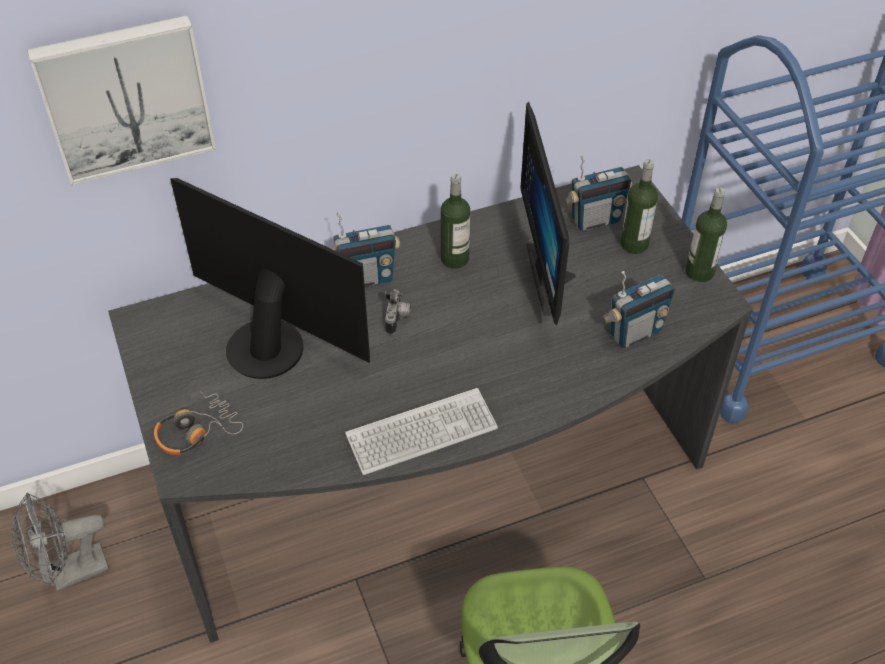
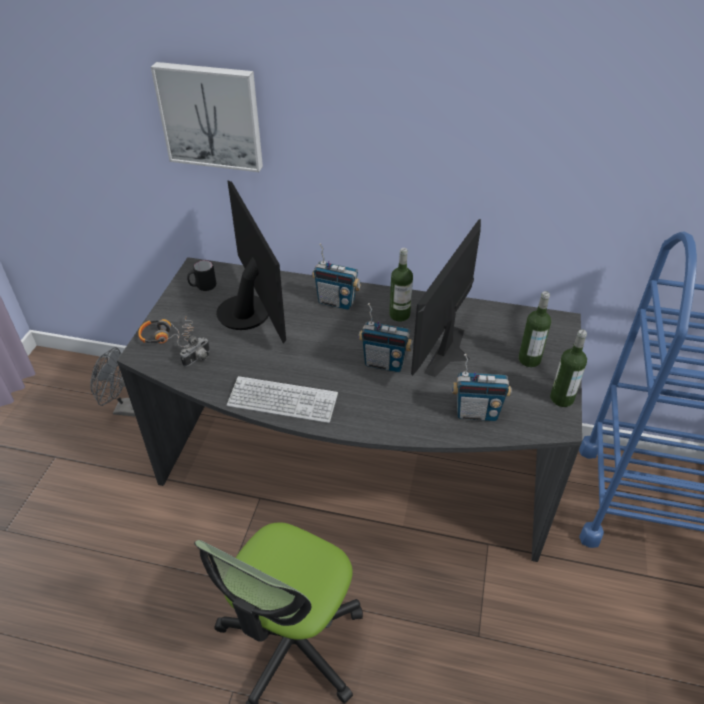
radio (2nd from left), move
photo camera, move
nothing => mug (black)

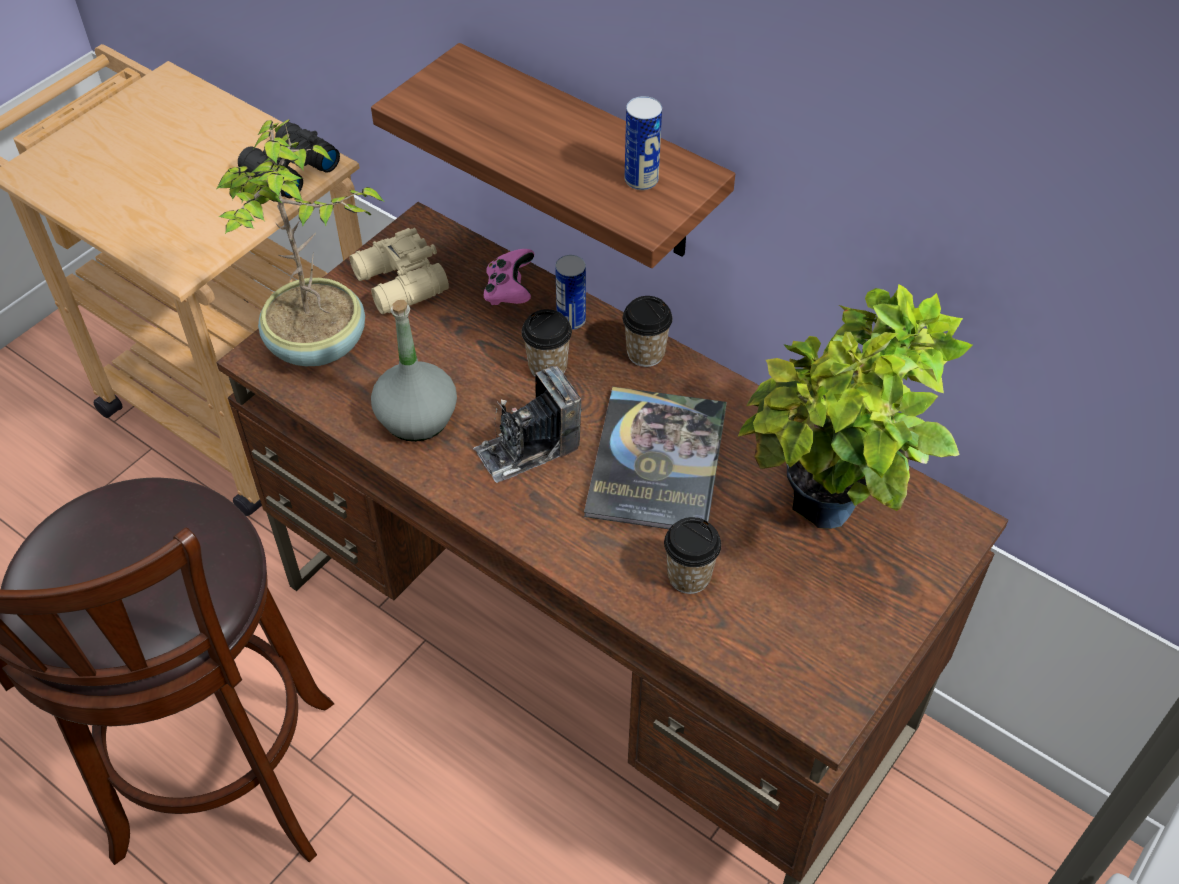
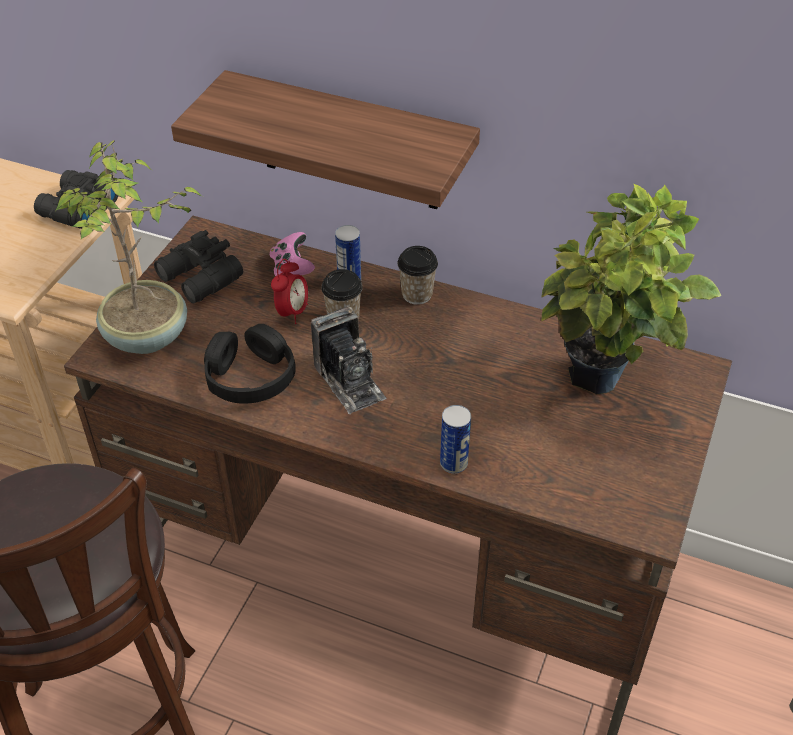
can (2nd from left), move
binoculars (beige) => binoculars (black) (2nd from left)
bottle (grey) => headphones (black)
photo camera, 75 degrees counterclockwise
book => nothing
cup (3rd from left) => nothing
nothing => alarm clock

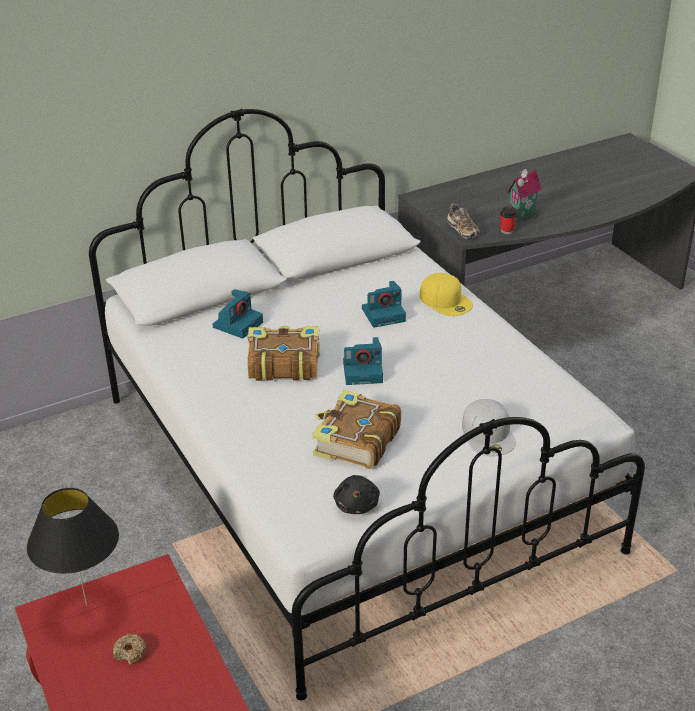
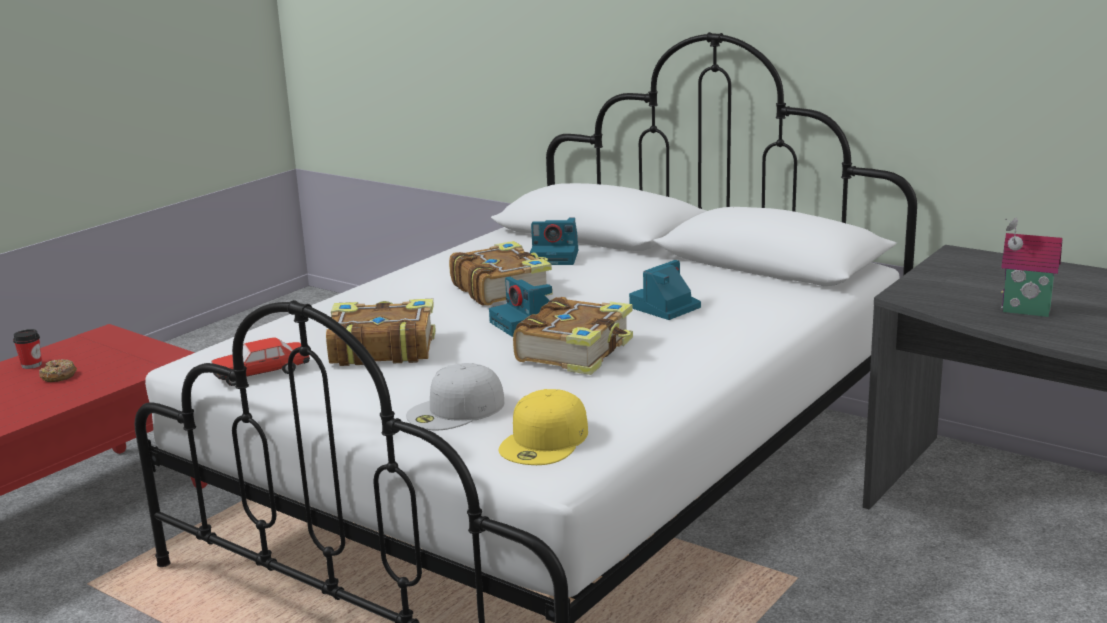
shoe => nothing
cup, move
cap (yellow), move
photo camera (3rd from left), 90 degrees clockwise
plush toy (black) => toy car
table lamp (black) => nothing
nothing => book (3rd from left)

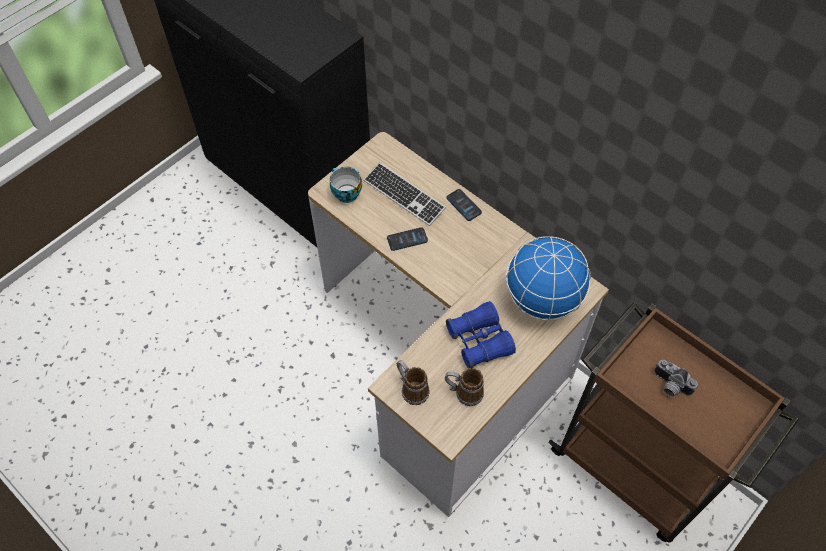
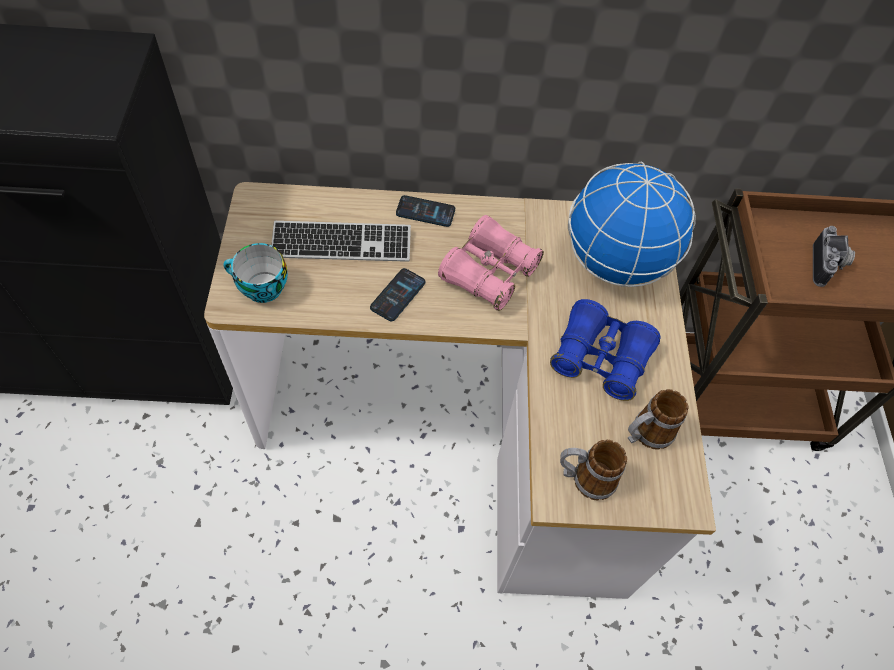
photo camera, 75 degrees counterclockwise
nothing => binoculars (pink)

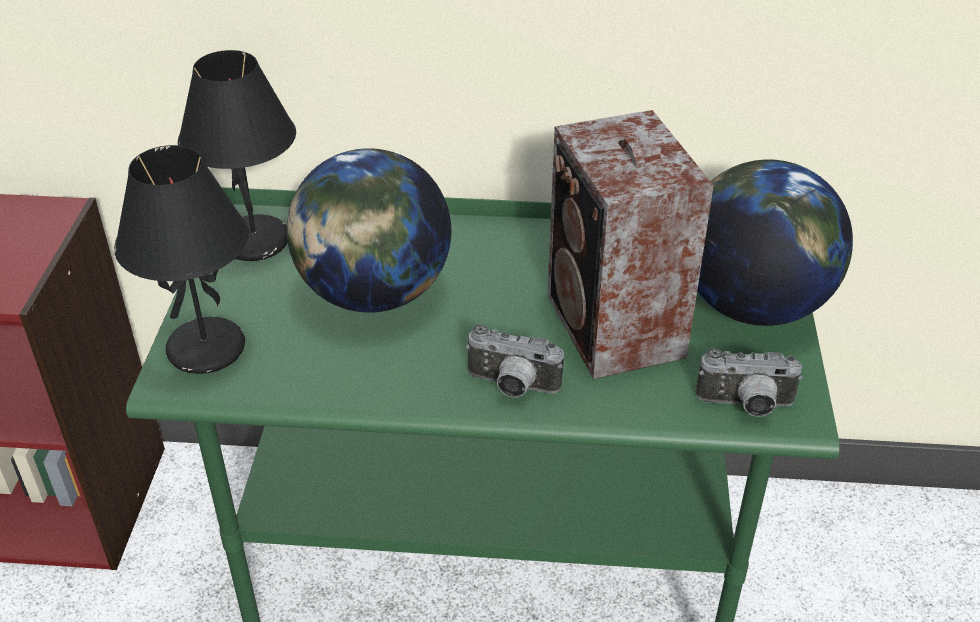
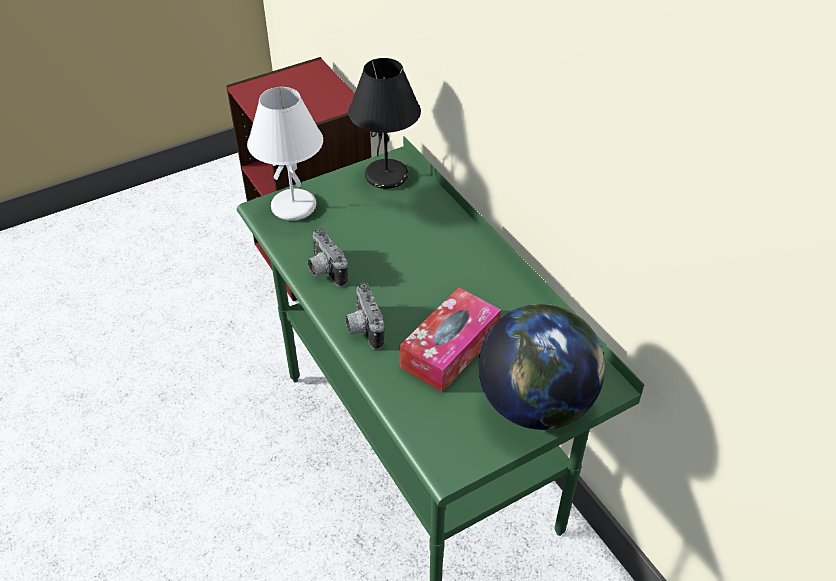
speaker => tissue box
table lamp (black) (1st from left) => table lamp (white)
globe (1st from left) => nothing
photo camera (2nd from left in the first image) => photo camera (1st from left), move

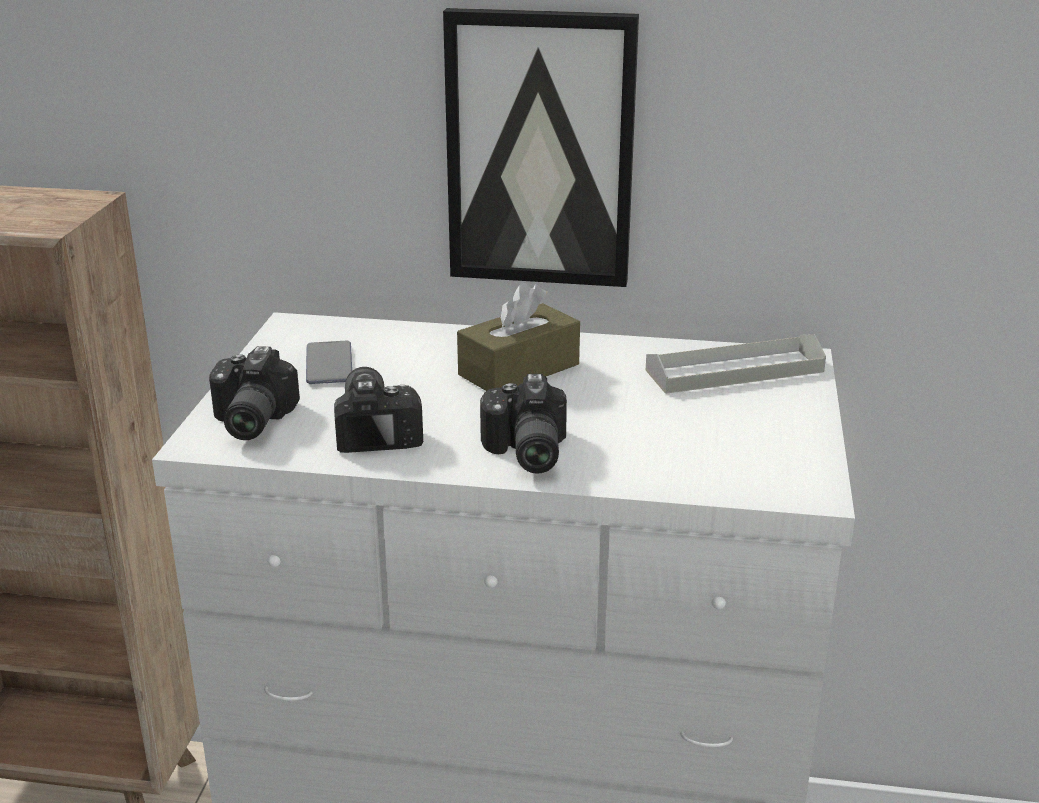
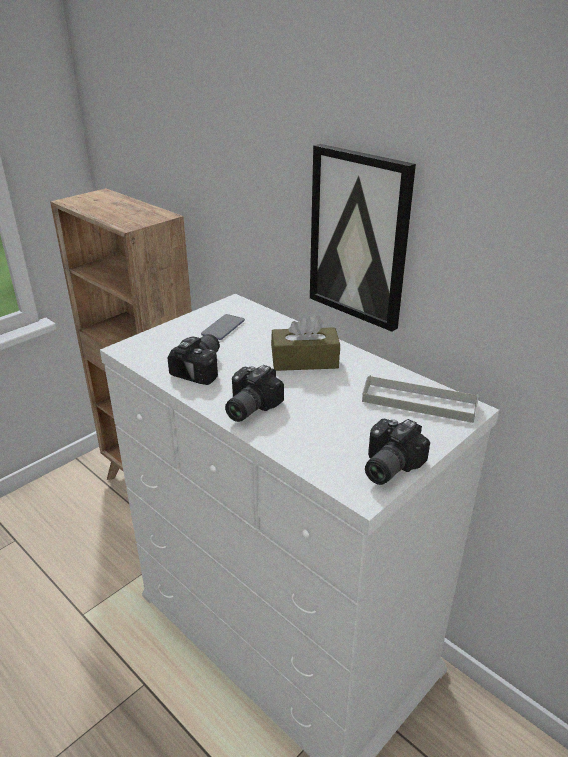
photo camera (1st from left in the first image) => photo camera (3rd from left), move

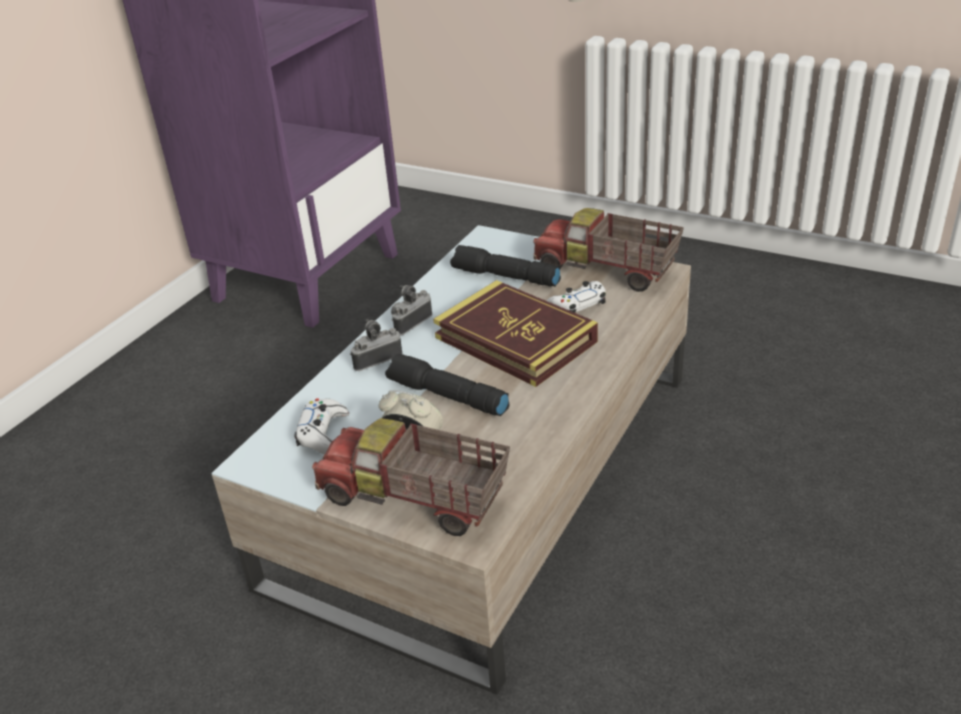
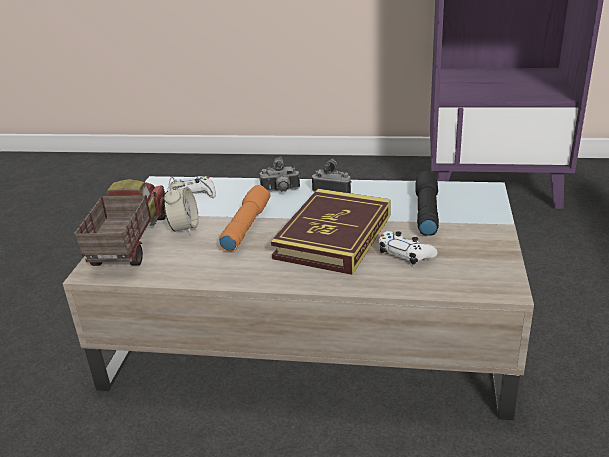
toy truck (2nd from left) => nothing
photo camera (1st from left), 135 degrees clockwise
flashlight (black) (1st from left) => flashlight (orange)

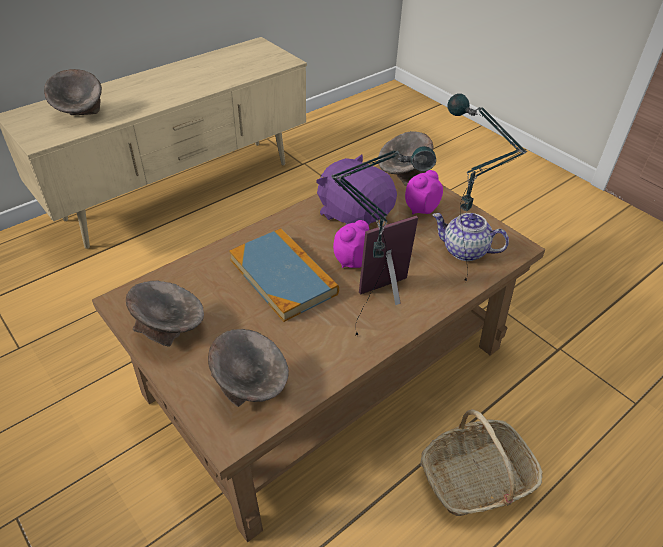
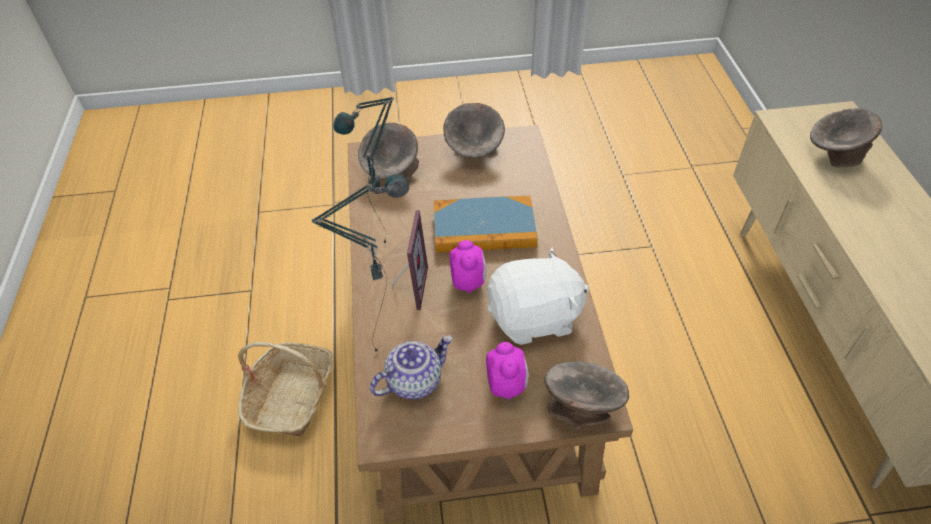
plush toy (purple) => plush toy (white)

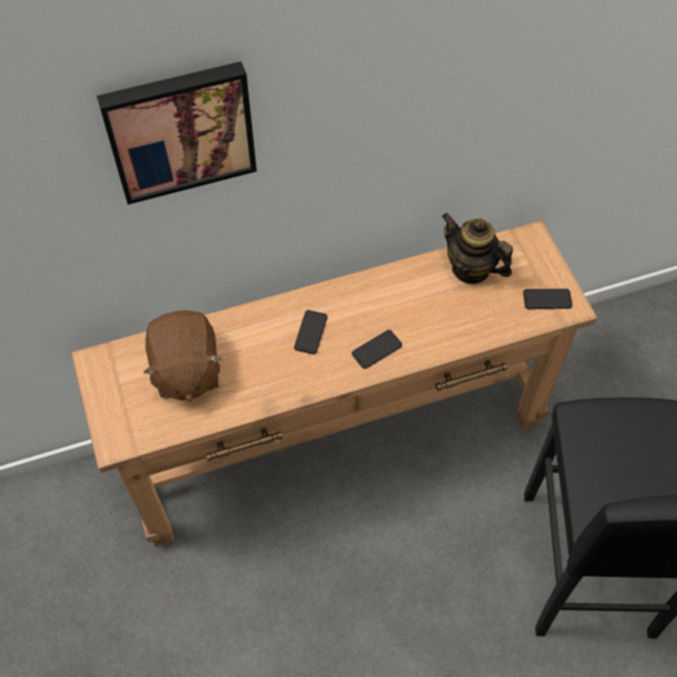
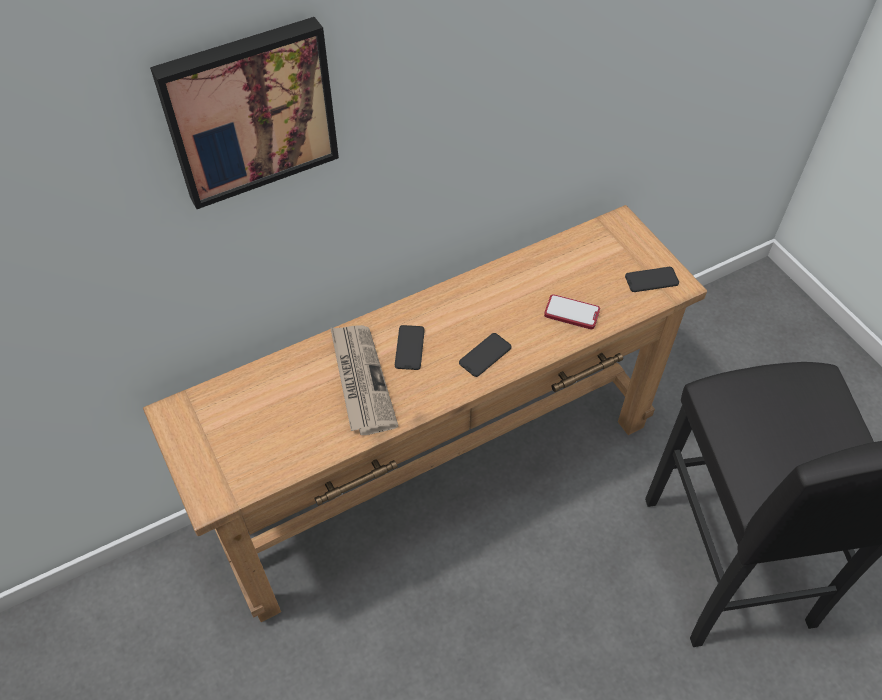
teapot => nothing
plush toy (brown) => nothing
nothing => phone (3rd from left)
nothing => newspaper

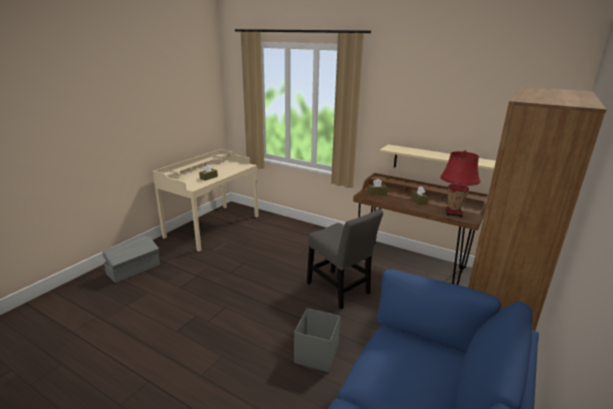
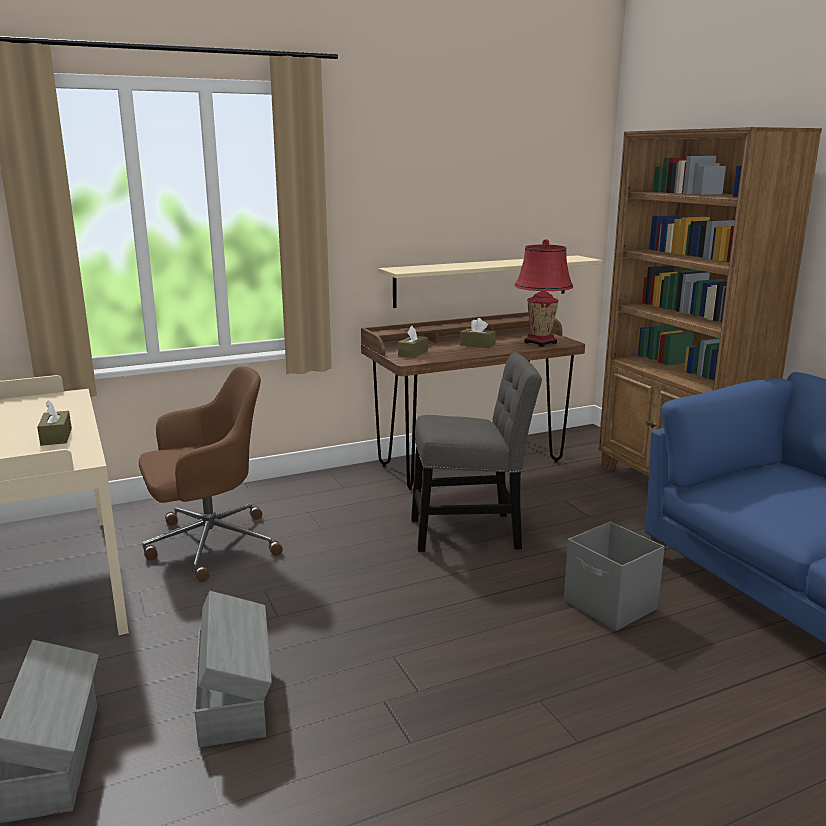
nothing => office chair (brown)
nothing => storage box (grey) (2nd from left)

